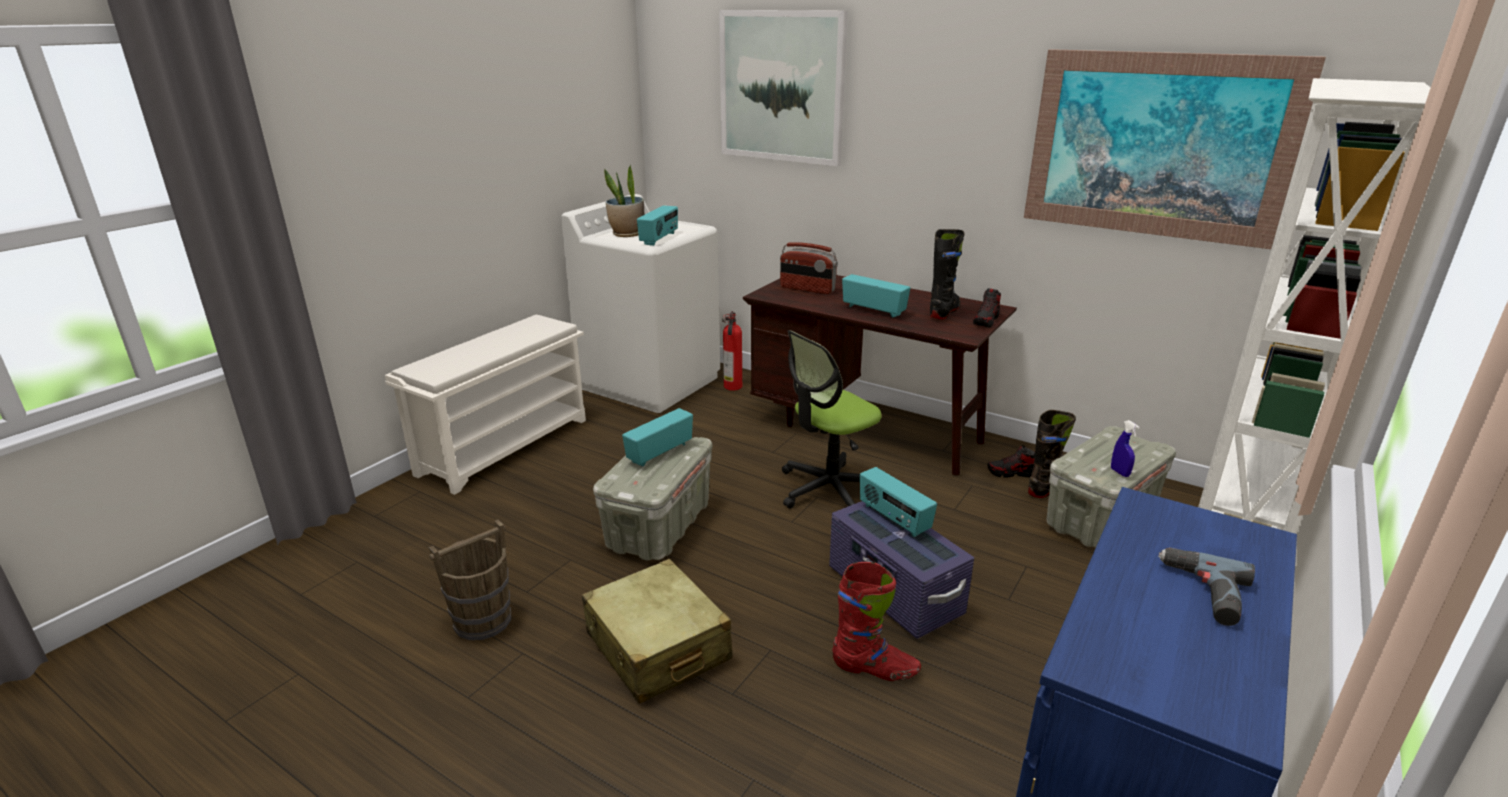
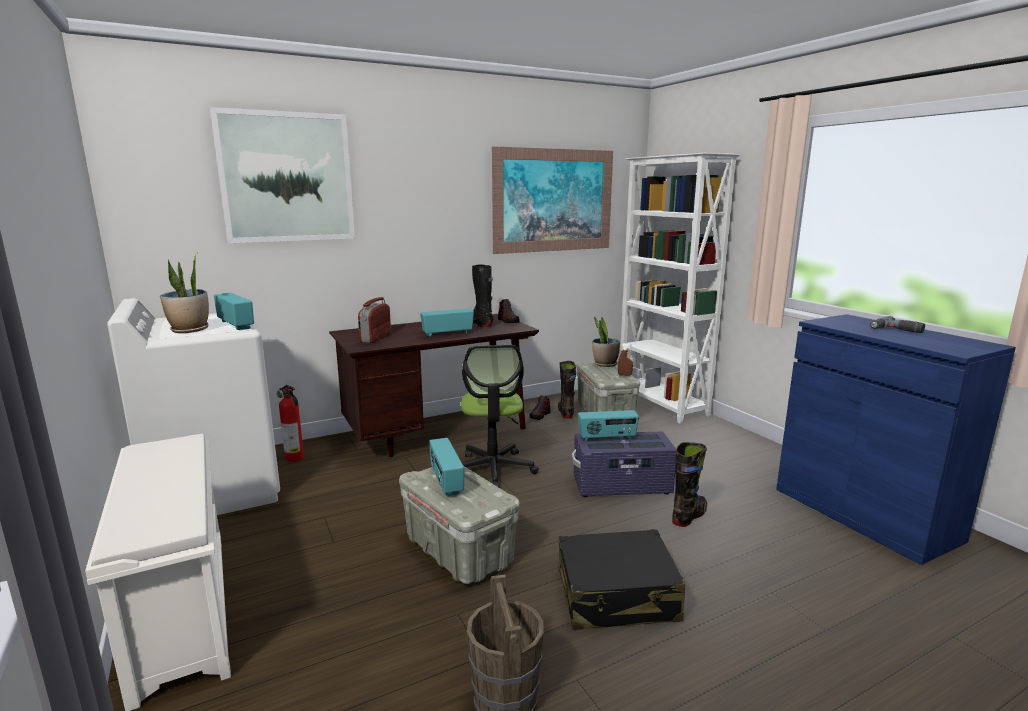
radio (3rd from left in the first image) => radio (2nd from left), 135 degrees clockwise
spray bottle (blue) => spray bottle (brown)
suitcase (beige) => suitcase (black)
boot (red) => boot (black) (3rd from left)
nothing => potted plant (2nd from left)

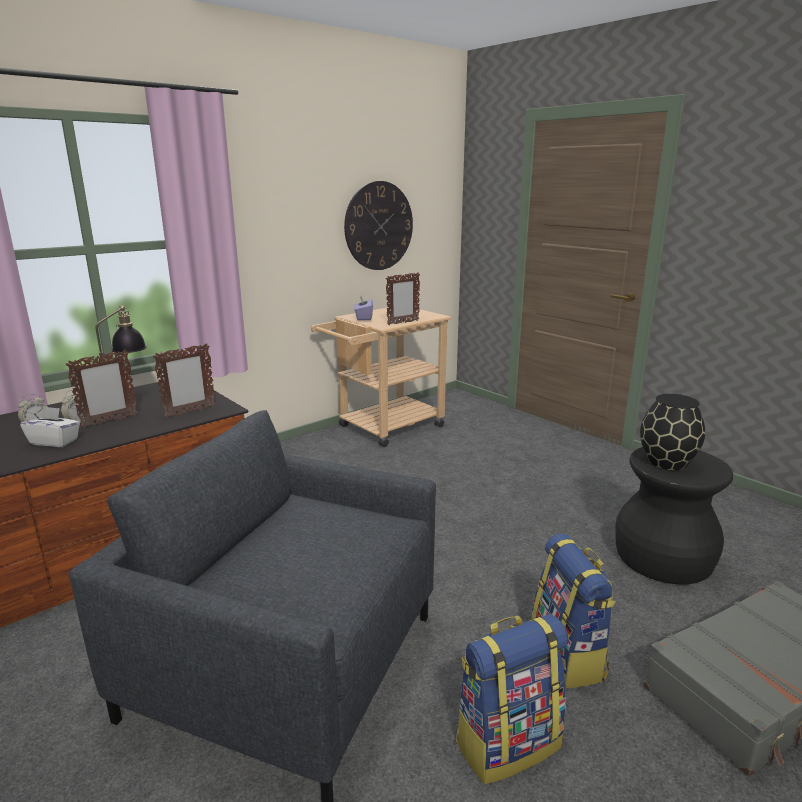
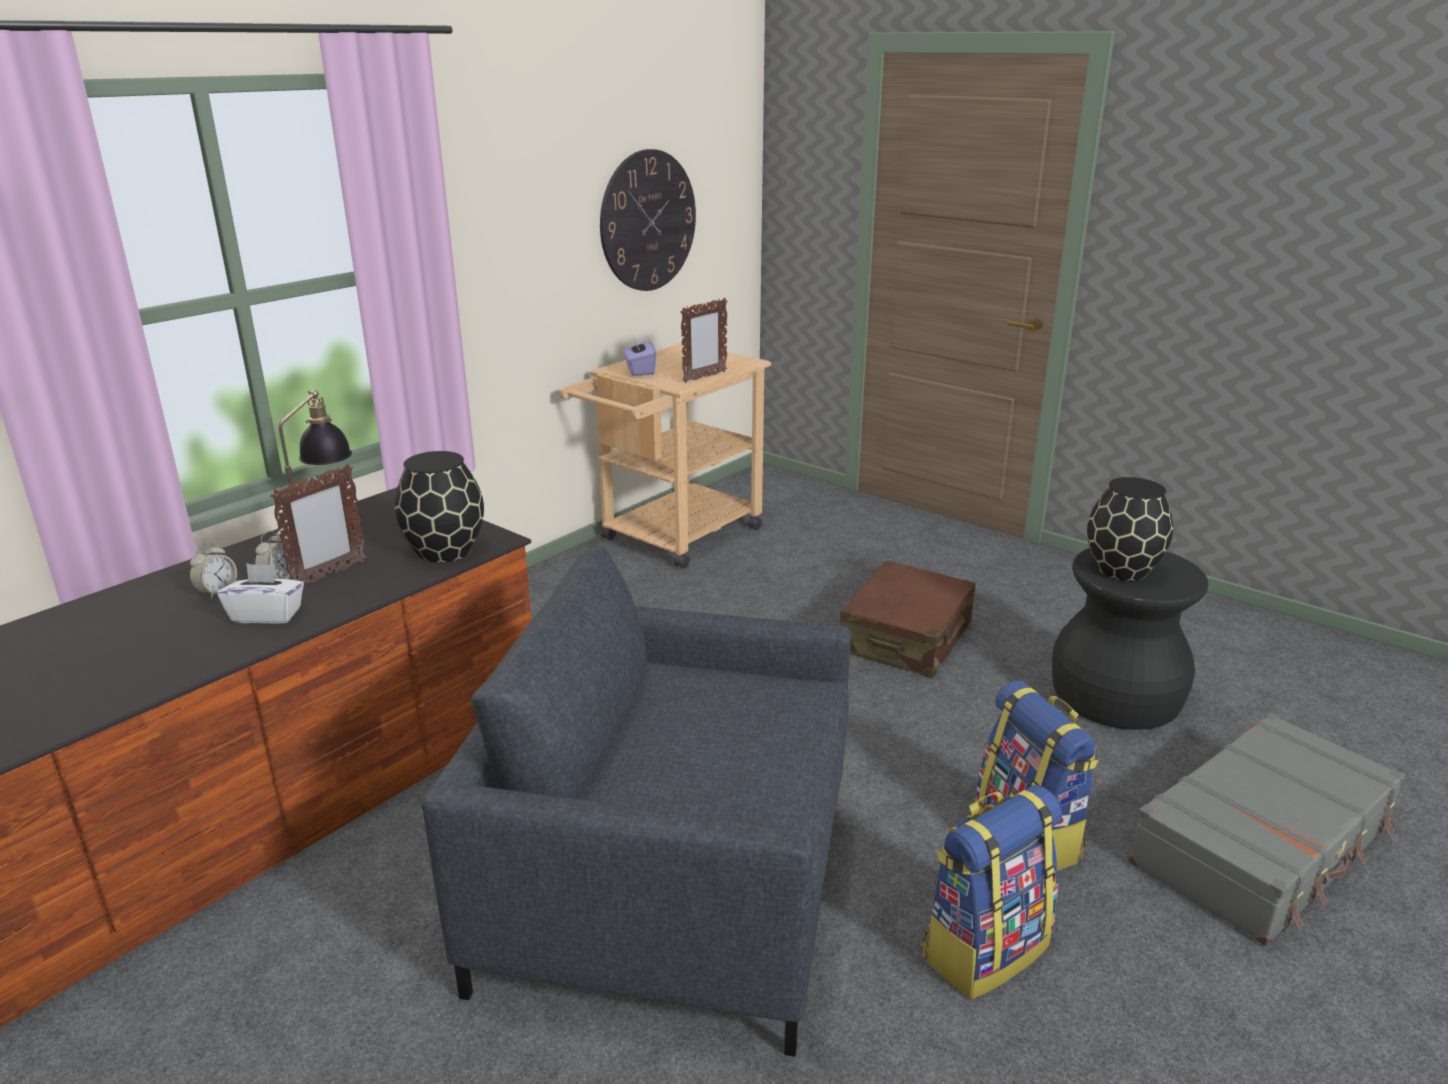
picture frame (2nd from left) => vase (black) (1st from left)
nothing => suitcase (brown)

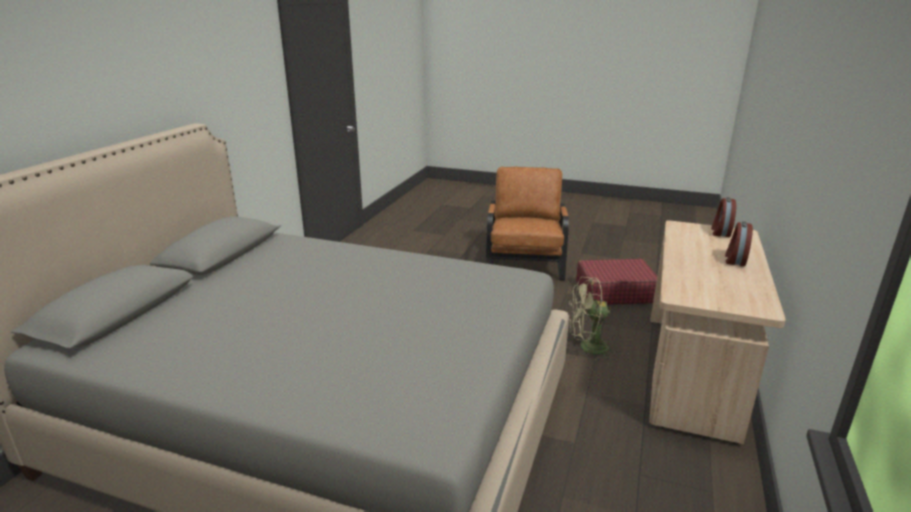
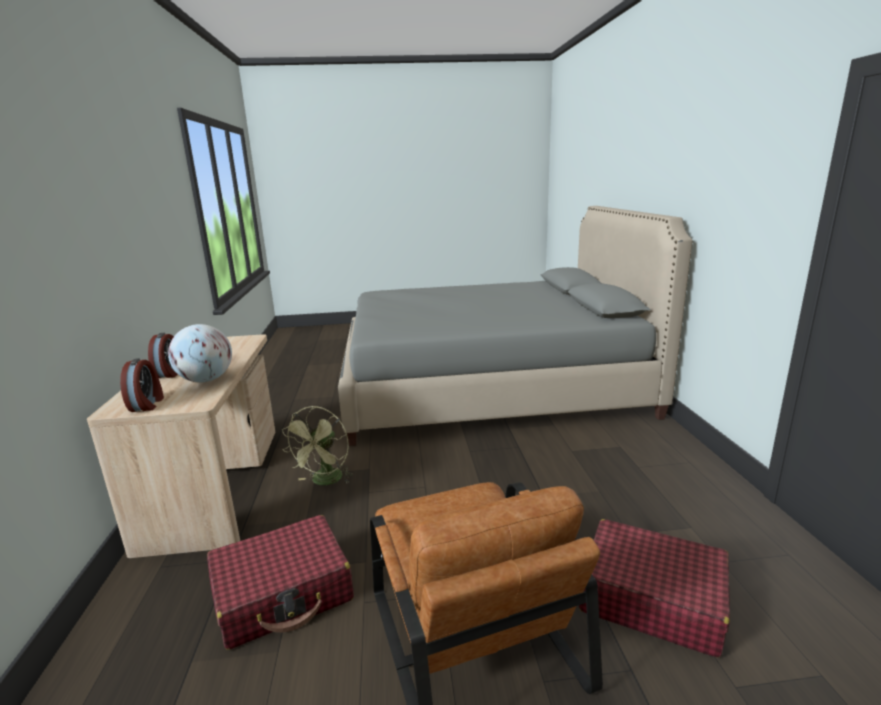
fan (green), 135 degrees clockwise
nothing => globe
nothing => suitcase (red) (2nd from left)

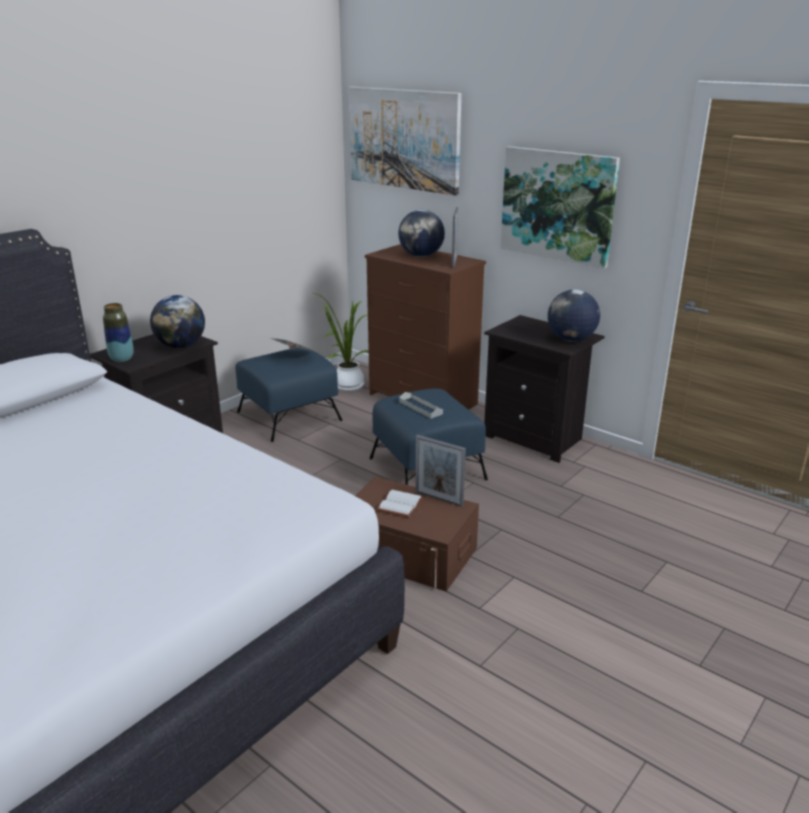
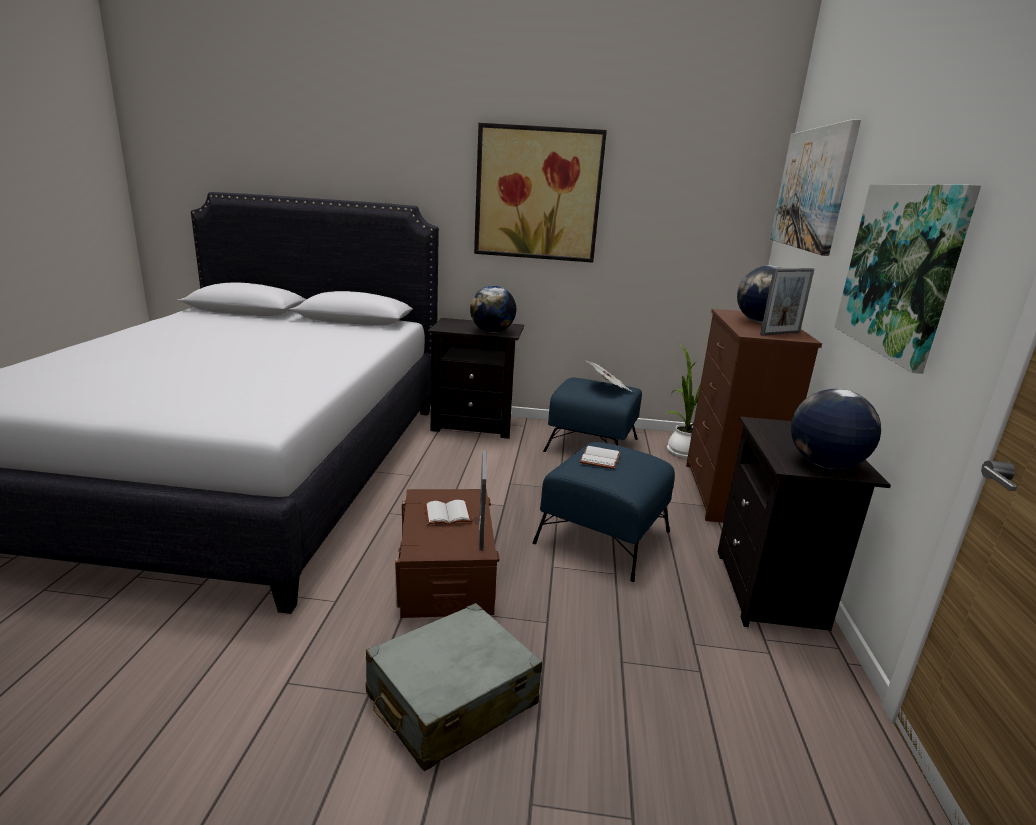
vase => nothing
tray (grey) => book (white) (2nd from left)
nothing => picture (1st from left)
nothing => suitcase (grey)

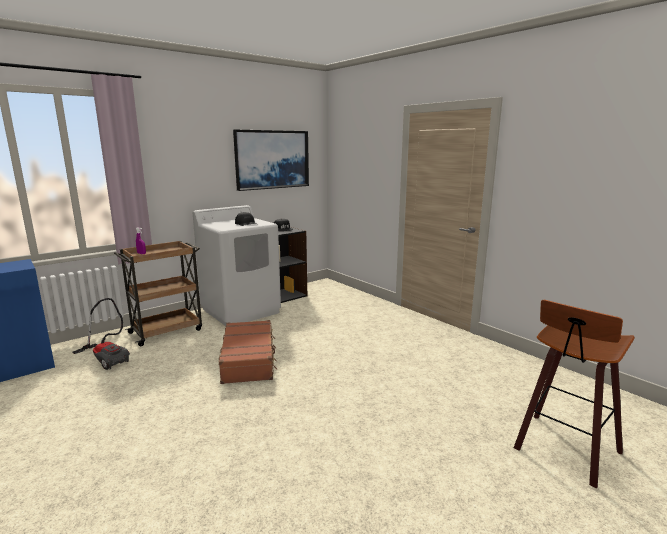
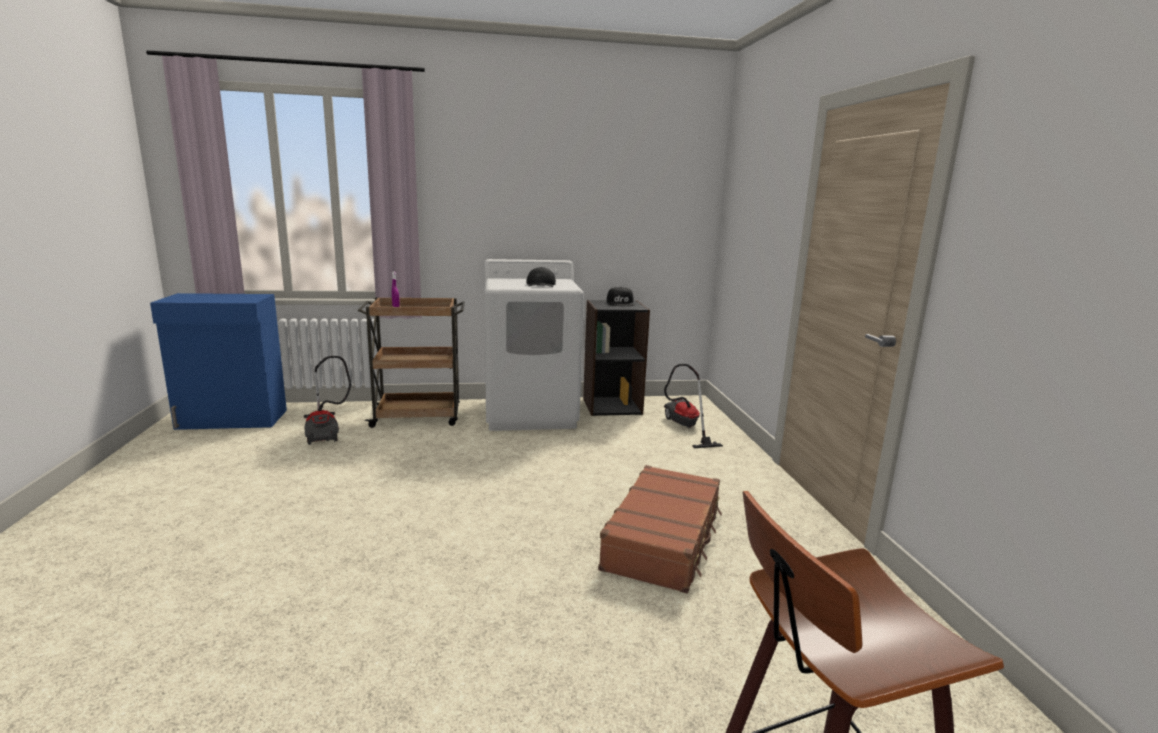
picture => nothing
suitcase (brown), move
nothing => vacuum cleaner (2nd from left)

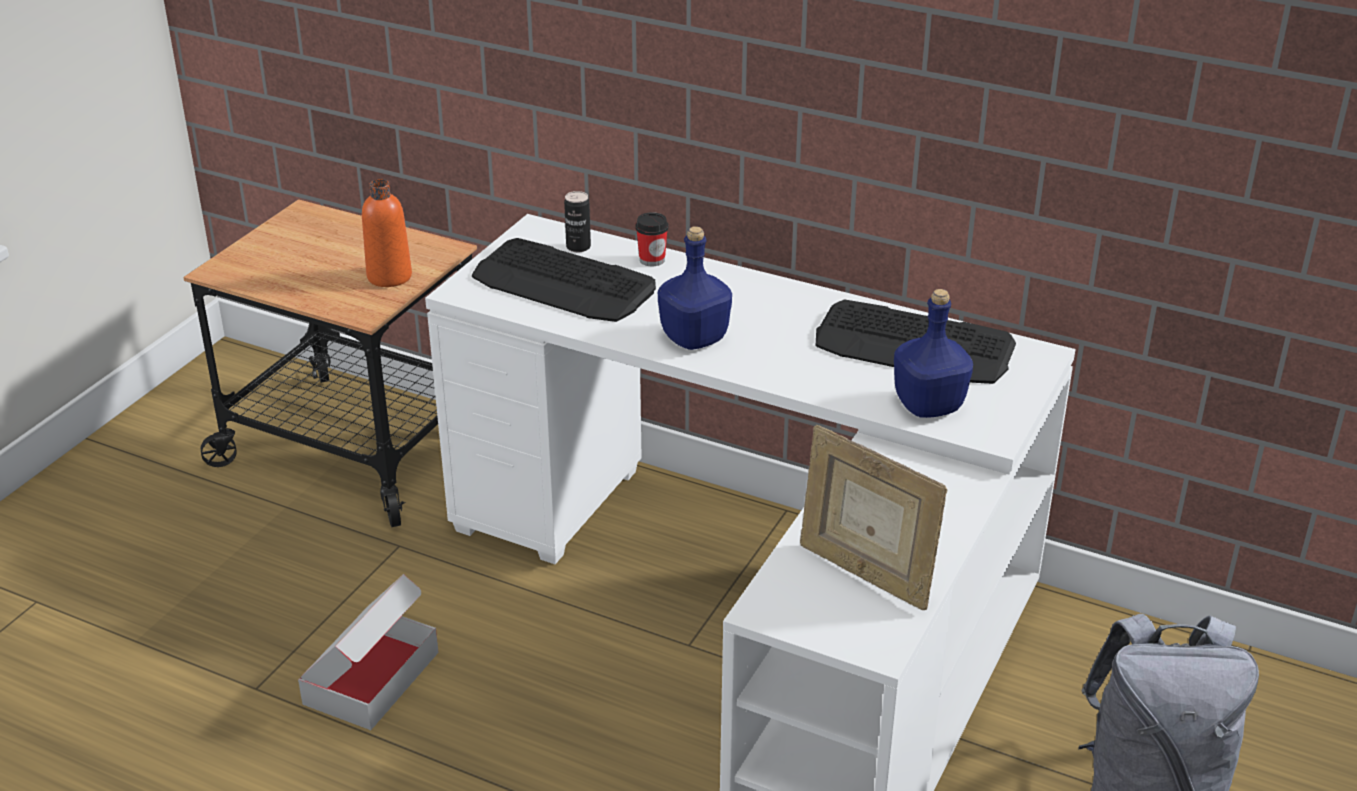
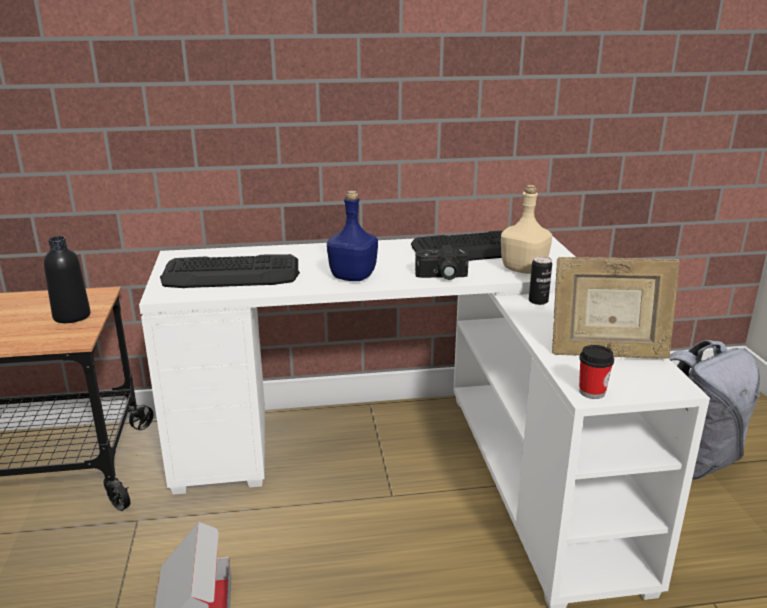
bottle (orange) => bottle (black)
can, move
cup, move
bottle (blue) (2nd from left) => bottle (beige)
nothing => photo camera

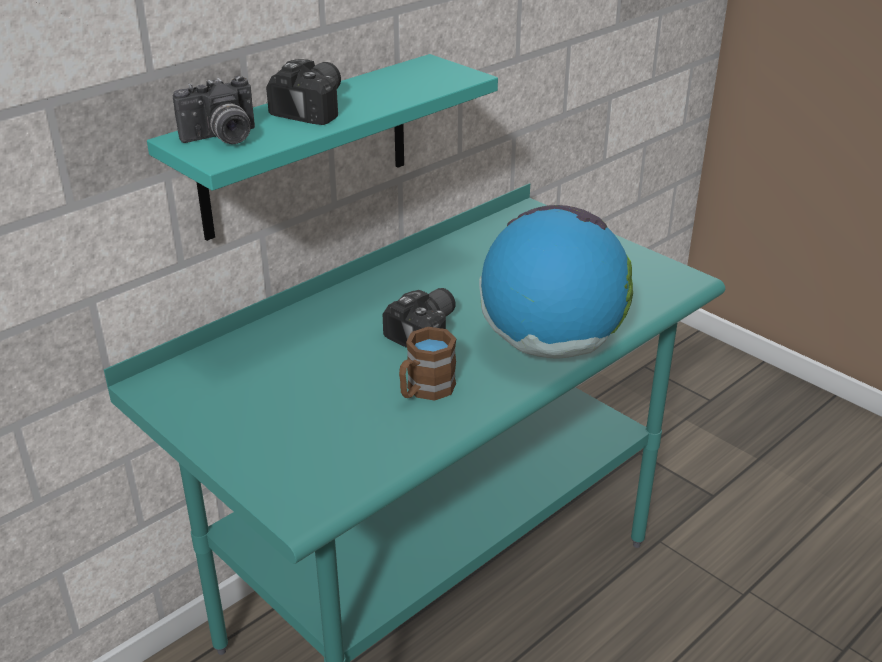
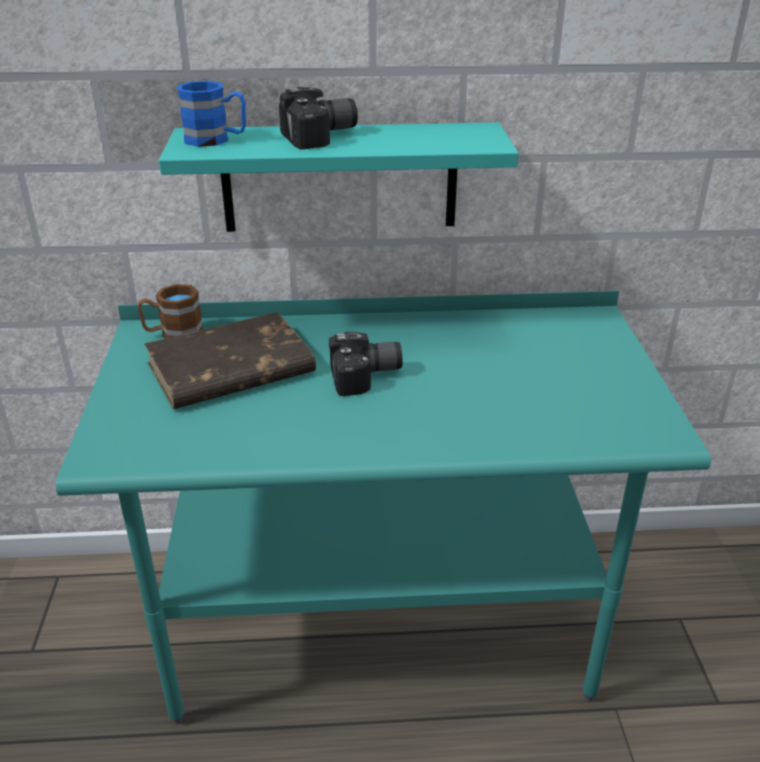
photo camera (1st from left) => mug (blue)
globe => nothing
mug (brown), move
nothing => book (brown)

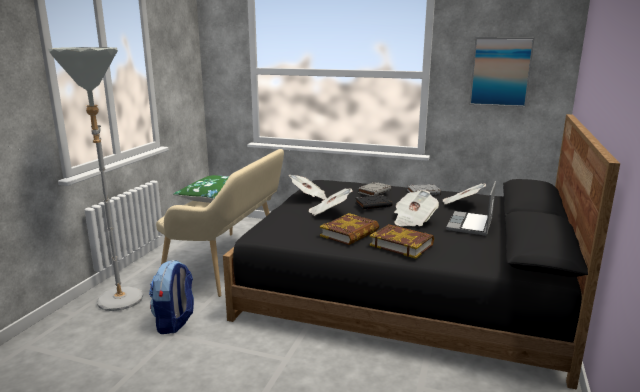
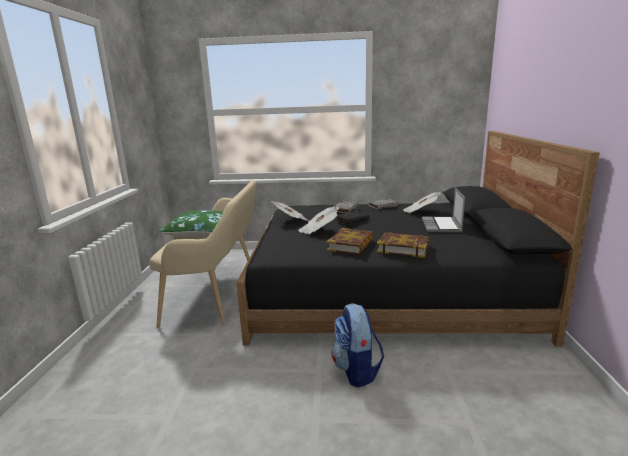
picture => nothing
floor lamp (grey) => nothing
newspaper (3rd from left) => nothing
backpack, move

